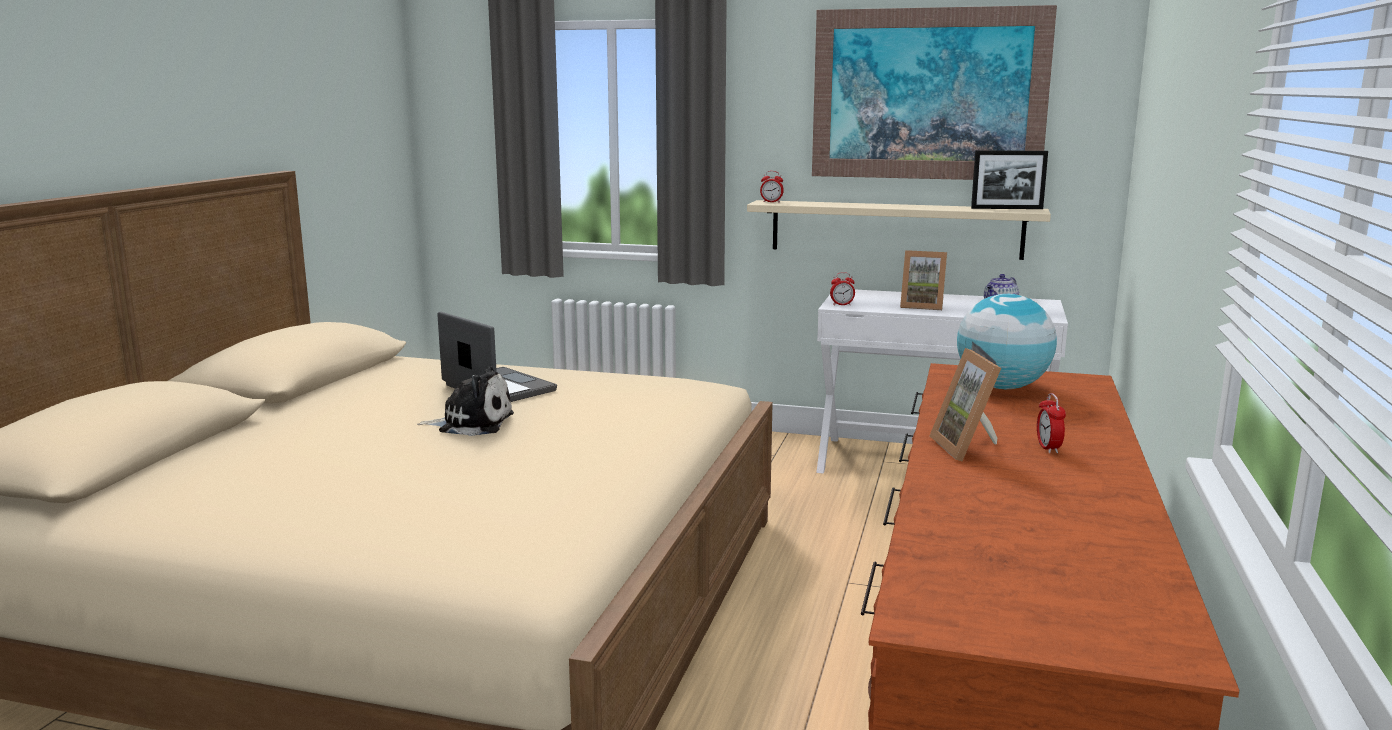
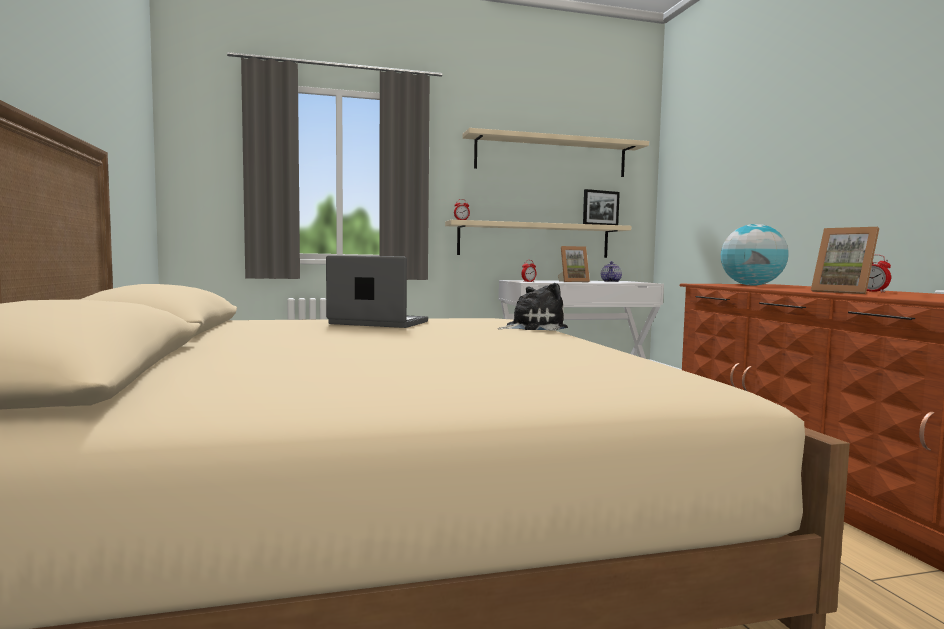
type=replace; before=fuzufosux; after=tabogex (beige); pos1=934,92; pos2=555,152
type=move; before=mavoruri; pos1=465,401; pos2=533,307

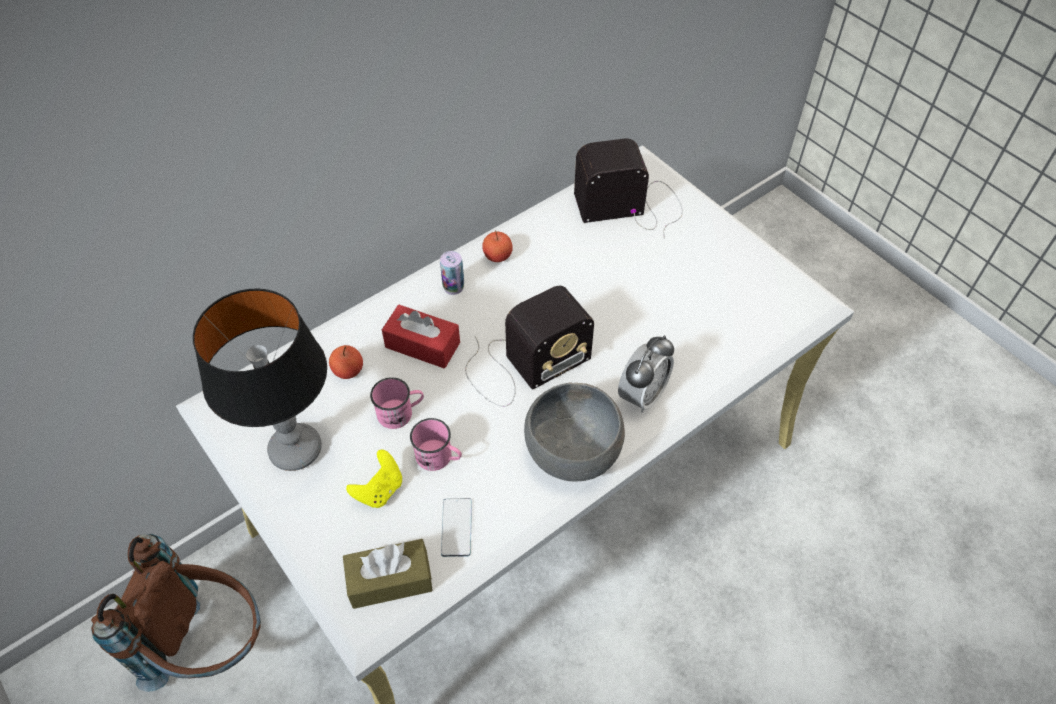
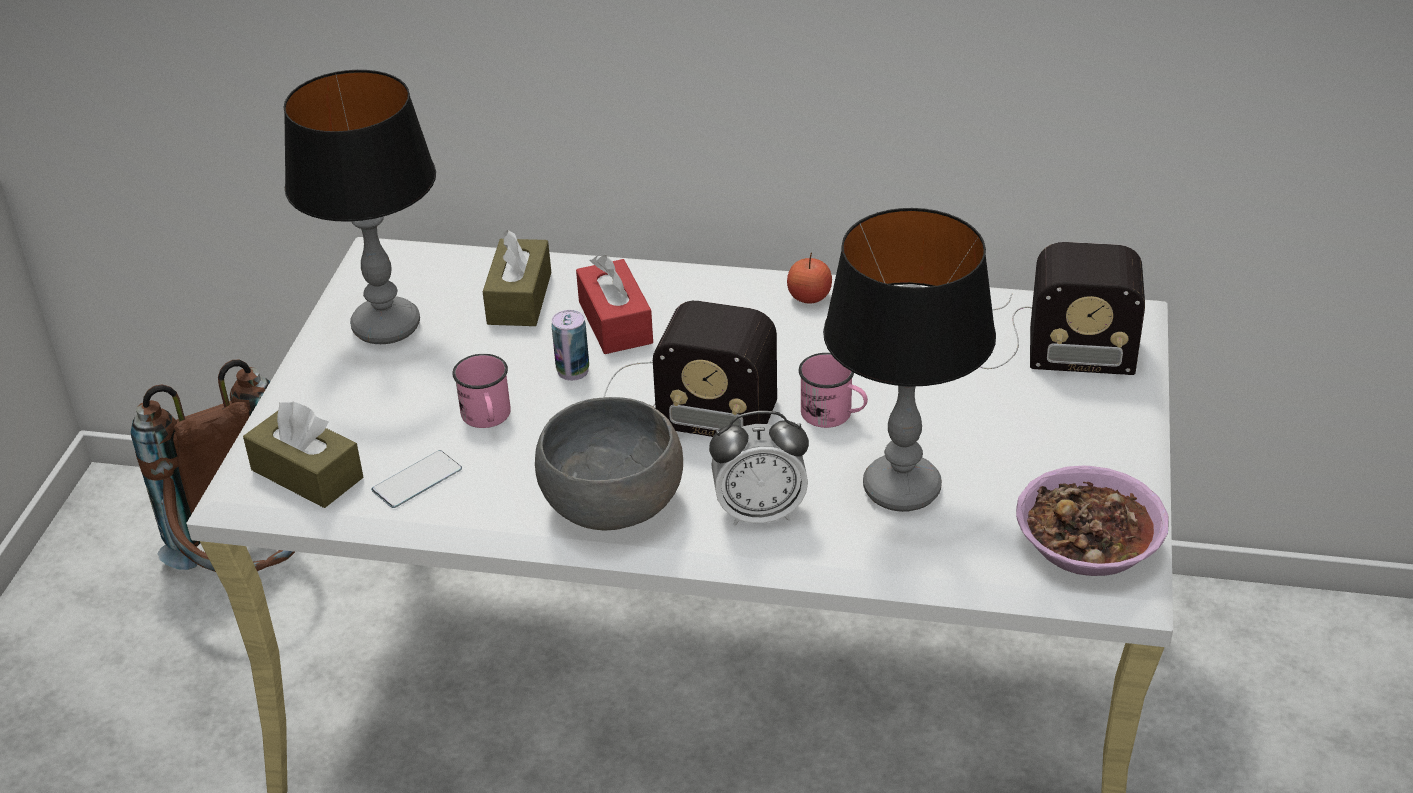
type=replace; before=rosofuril; after=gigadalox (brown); pos1=346,362; pos2=517,278
type=move; before=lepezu; pos1=452,273; pos2=570,345
type=move; before=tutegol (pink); pos1=397,403; pos2=833,390
type=insert; after=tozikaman; pos2=909,360
type=rotate; before=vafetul; pos1=628,188; pos2=1062,308; turn=150
type=insert; after=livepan; pos2=1092,521
type=delete; before=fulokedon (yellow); pos1=374,479

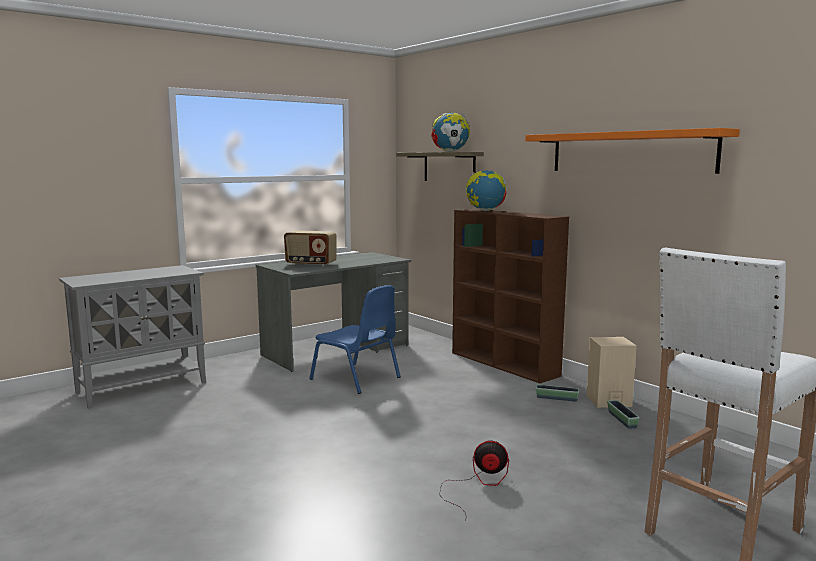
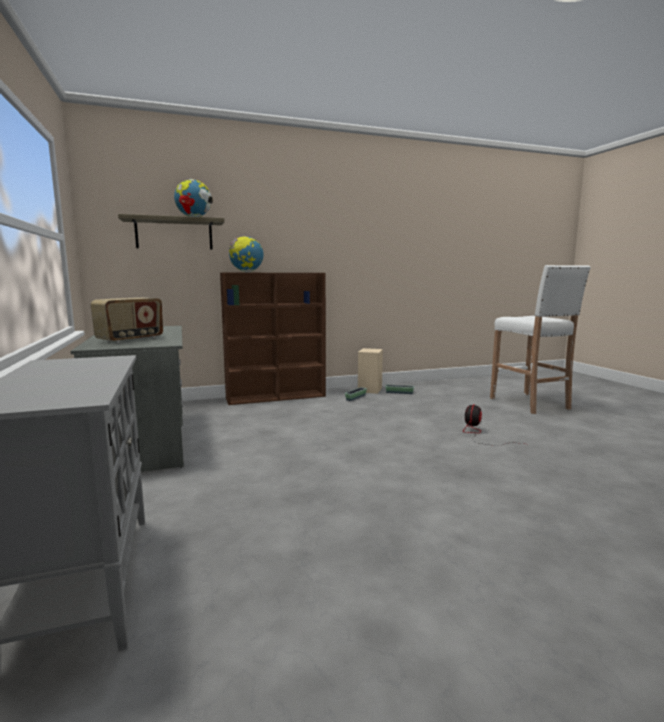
type=delete; before=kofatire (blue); pos1=355,339
type=delete; before=tabogex (orange); pos1=632,151

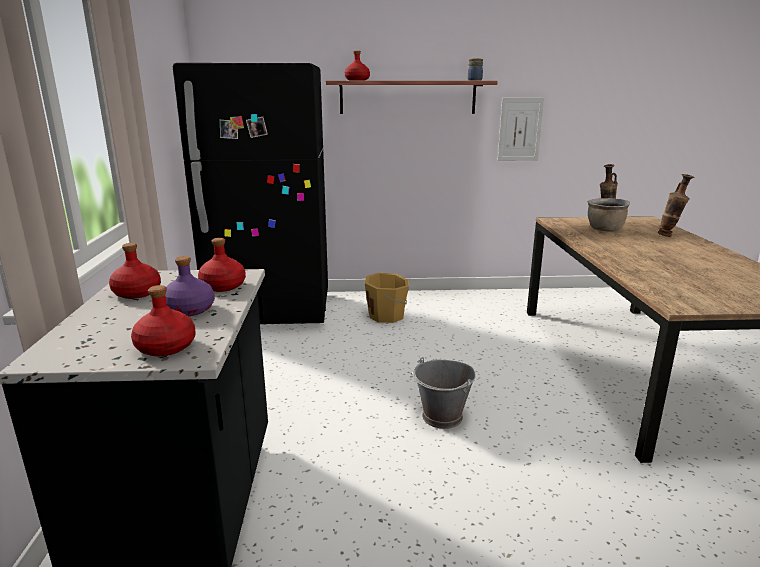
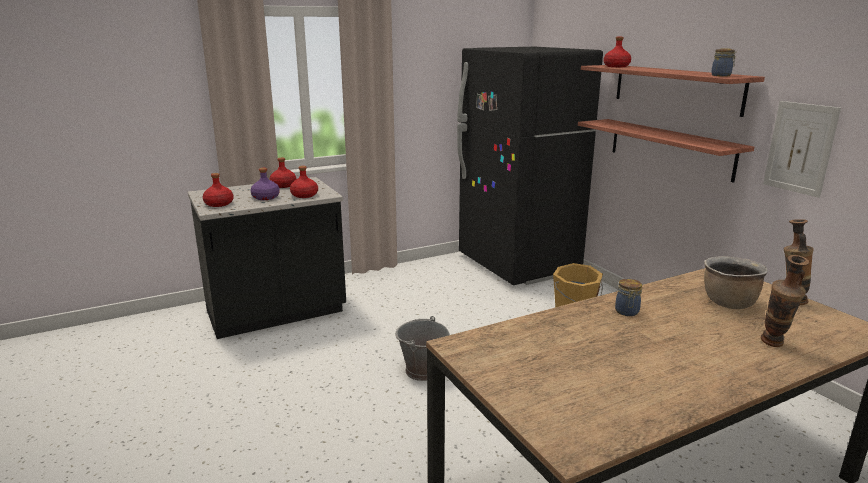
type=insert; after=tabogex; pos2=666,151
type=insert; after=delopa; pos2=628,297

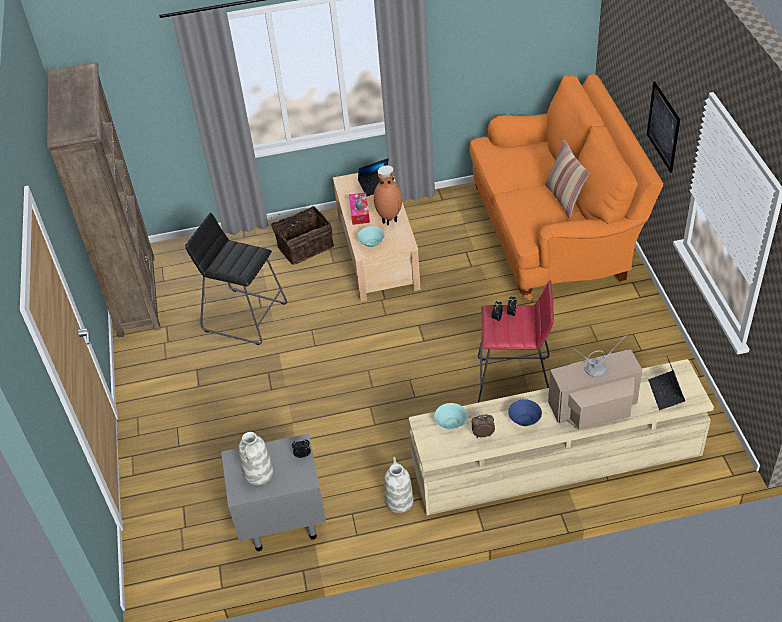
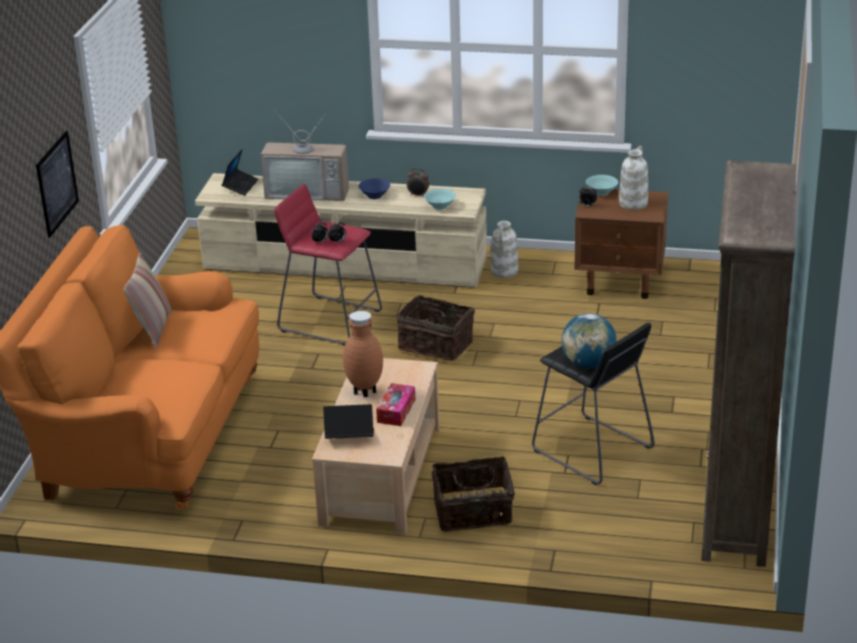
type=insert; after=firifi; pos2=435,326
type=insert; after=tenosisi; pos2=589,340
type=recolor; before=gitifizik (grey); after=gitifizik (brown); pos1=273,492; pos2=621,243
type=move; before=livepan (turquoise); pos1=371,236; pos2=602,185

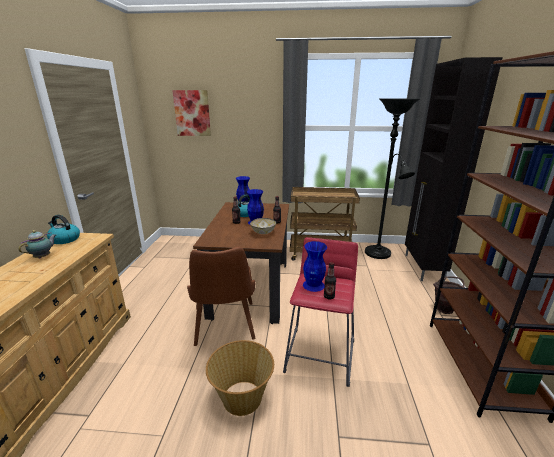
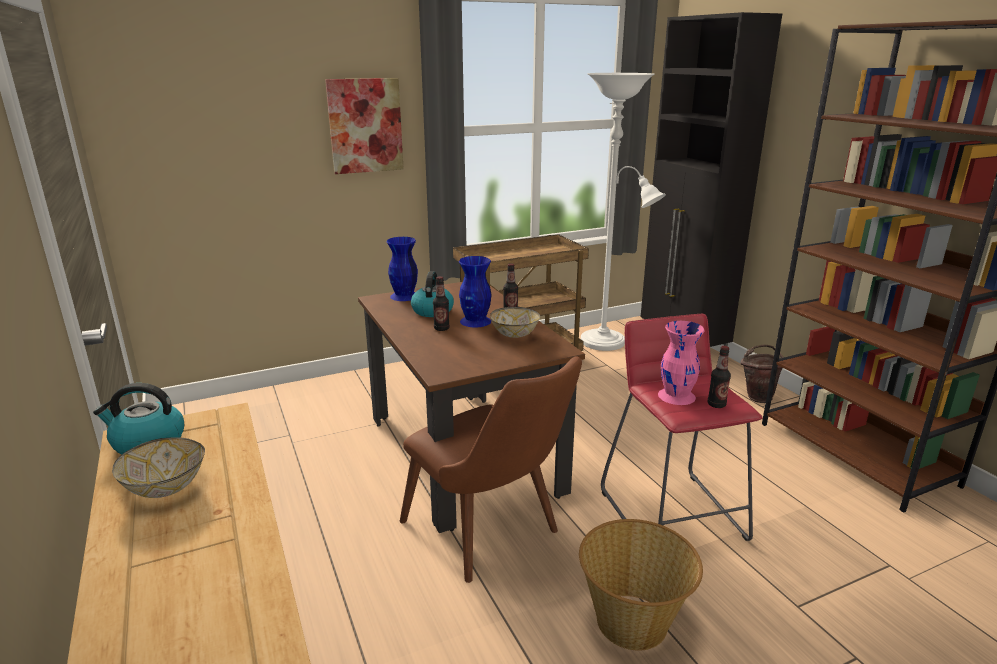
type=replace; before=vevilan; after=livepan; pos1=37,244; pos2=158,467
type=move; before=fuzufosux; pos1=191,113; pos2=364,126
type=recolor; before=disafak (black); after=disafak (white); pos1=392,178; pos2=623,212
type=recolor; before=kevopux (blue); after=kevopux (pink); pos1=315,266; pos2=681,363

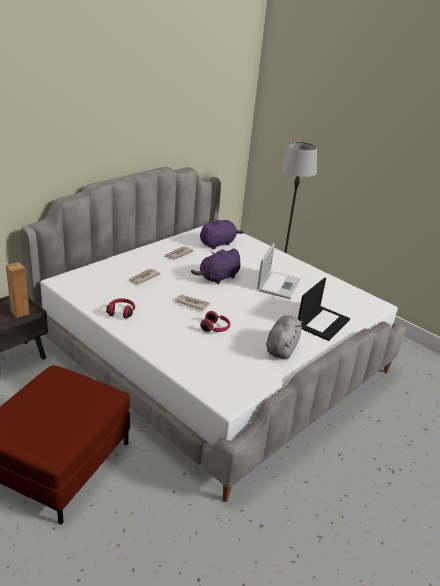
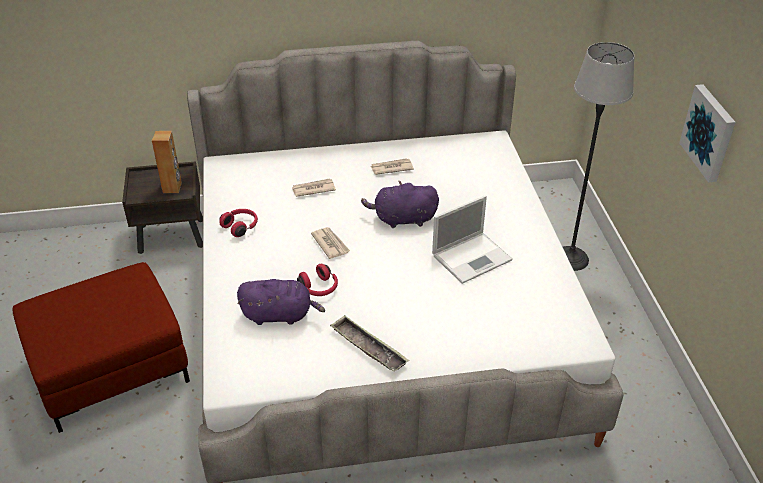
type=move; before=mavoruri (purple); pos1=222,234; pos2=281,302
type=replace; before=mavoruri (grey); after=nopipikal; pos1=284,337; pos2=369,343
type=insert; after=fuzufosux; pos2=707,133
type=delete; before=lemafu; pos1=324,309

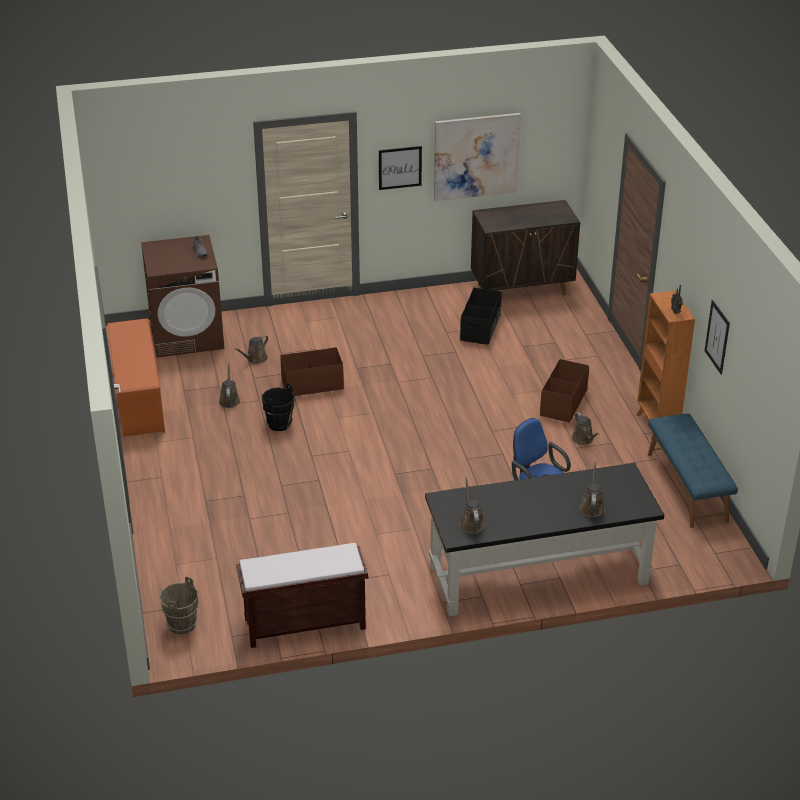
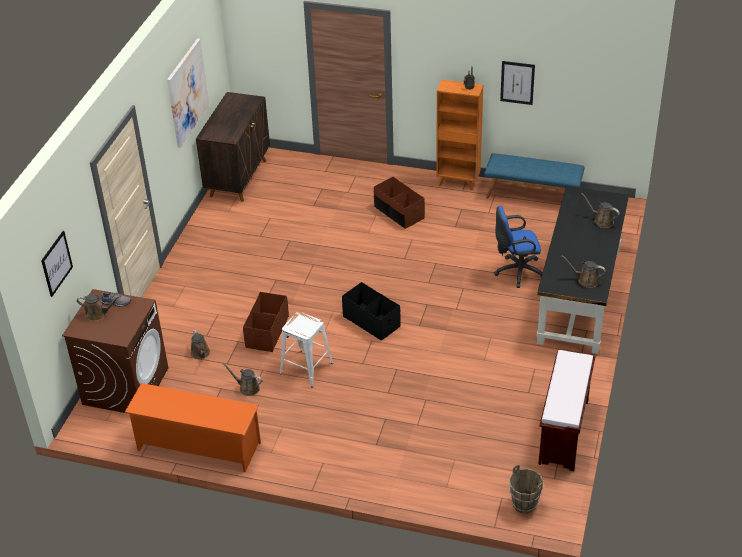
type=move; before=fuzufosux; pos1=400,168; pos2=57,264
type=move; before=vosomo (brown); pos1=585,428; pos2=99,307
type=replace; before=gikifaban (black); after=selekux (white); pos1=278,407; pos2=306,350
type=move; before=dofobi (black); pos1=481,316; pos2=371,311

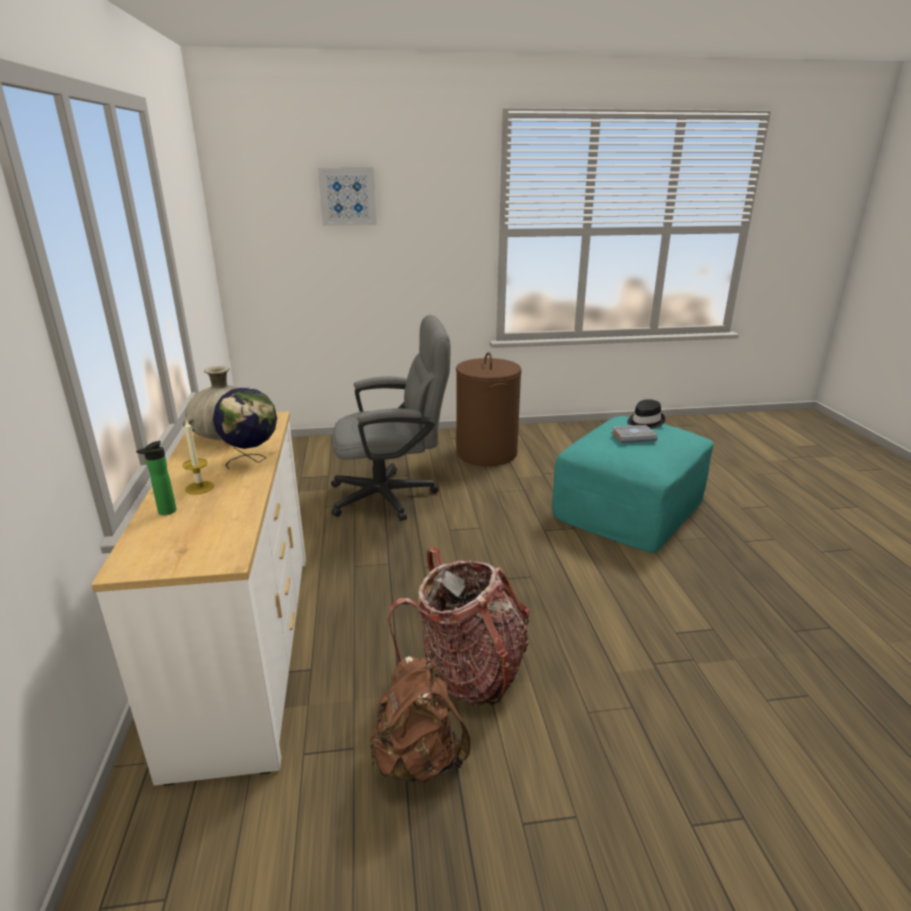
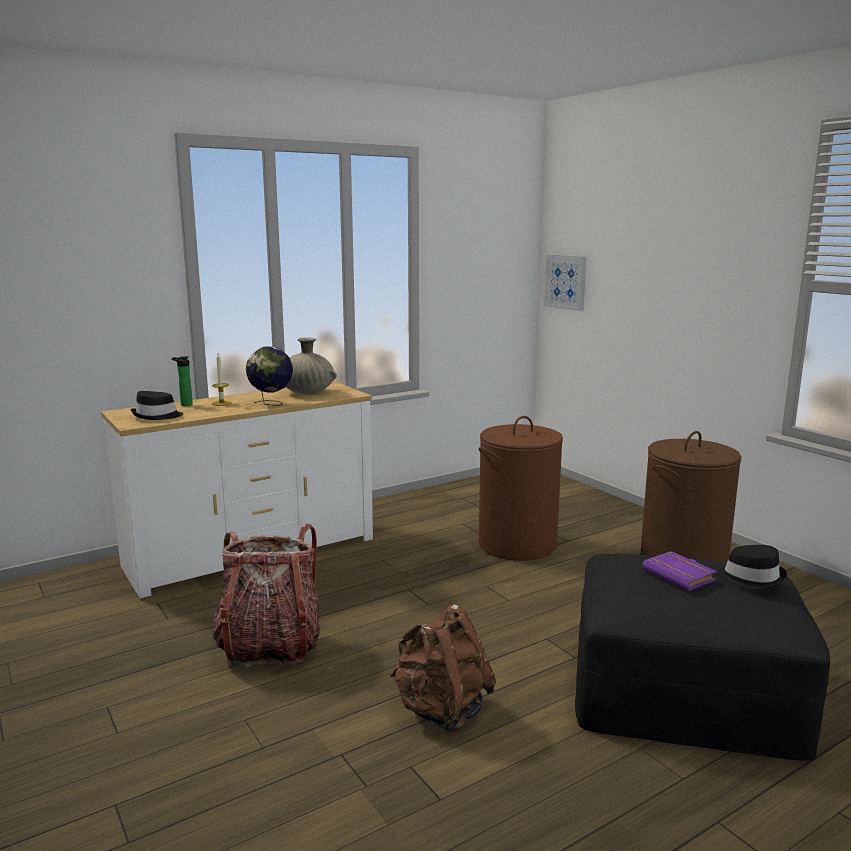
type=insert; after=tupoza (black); pos2=157,405
type=move; before=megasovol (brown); pos1=420,720; pos2=443,669
type=replace; before=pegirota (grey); after=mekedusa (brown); pos1=391,418; pos2=521,488
type=move; before=fuzufosux; pos1=347,196; pos2=566,282
type=recolor; before=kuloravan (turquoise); after=kuloravan (black); pos1=632,484; pos2=702,657
type=recolor; before=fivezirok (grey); after=fivezirok (purple); pos1=634,434; pos2=679,571

